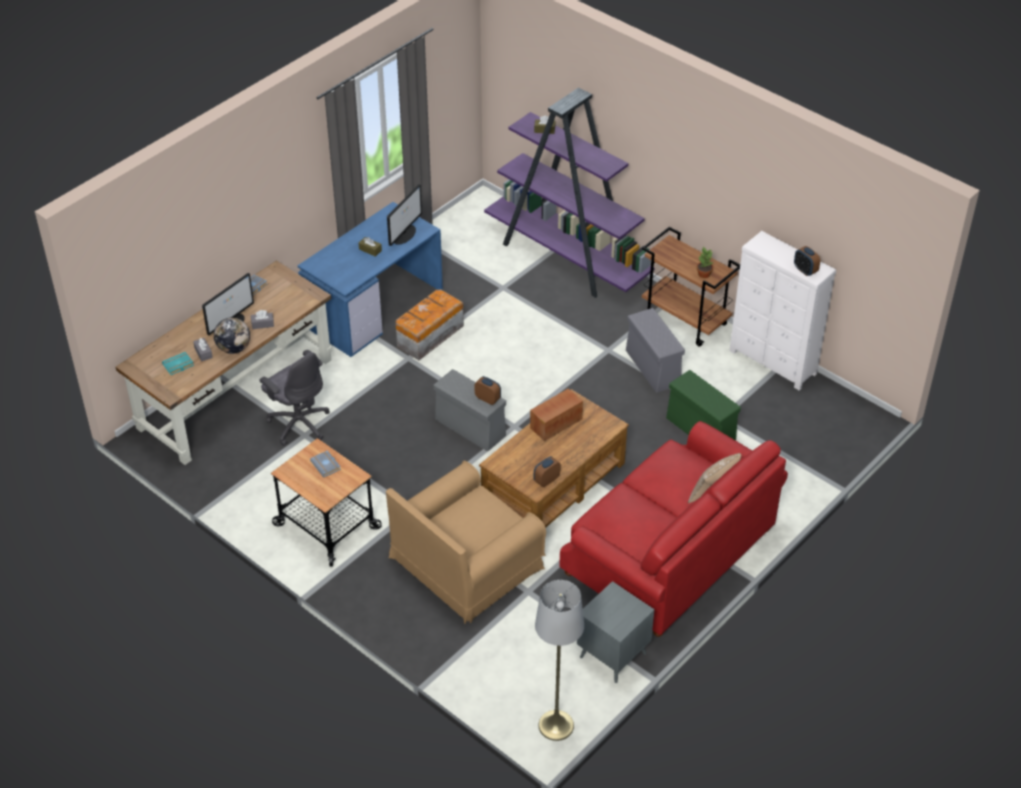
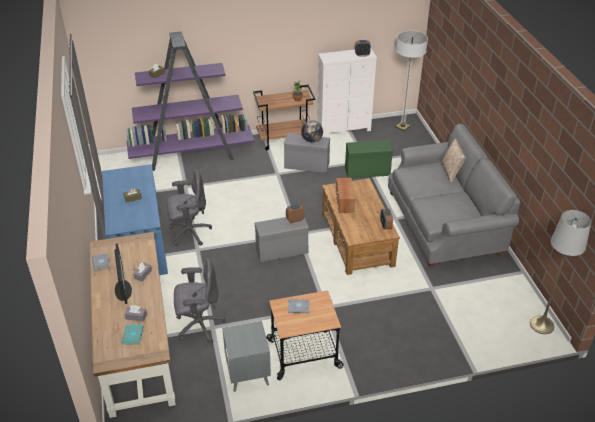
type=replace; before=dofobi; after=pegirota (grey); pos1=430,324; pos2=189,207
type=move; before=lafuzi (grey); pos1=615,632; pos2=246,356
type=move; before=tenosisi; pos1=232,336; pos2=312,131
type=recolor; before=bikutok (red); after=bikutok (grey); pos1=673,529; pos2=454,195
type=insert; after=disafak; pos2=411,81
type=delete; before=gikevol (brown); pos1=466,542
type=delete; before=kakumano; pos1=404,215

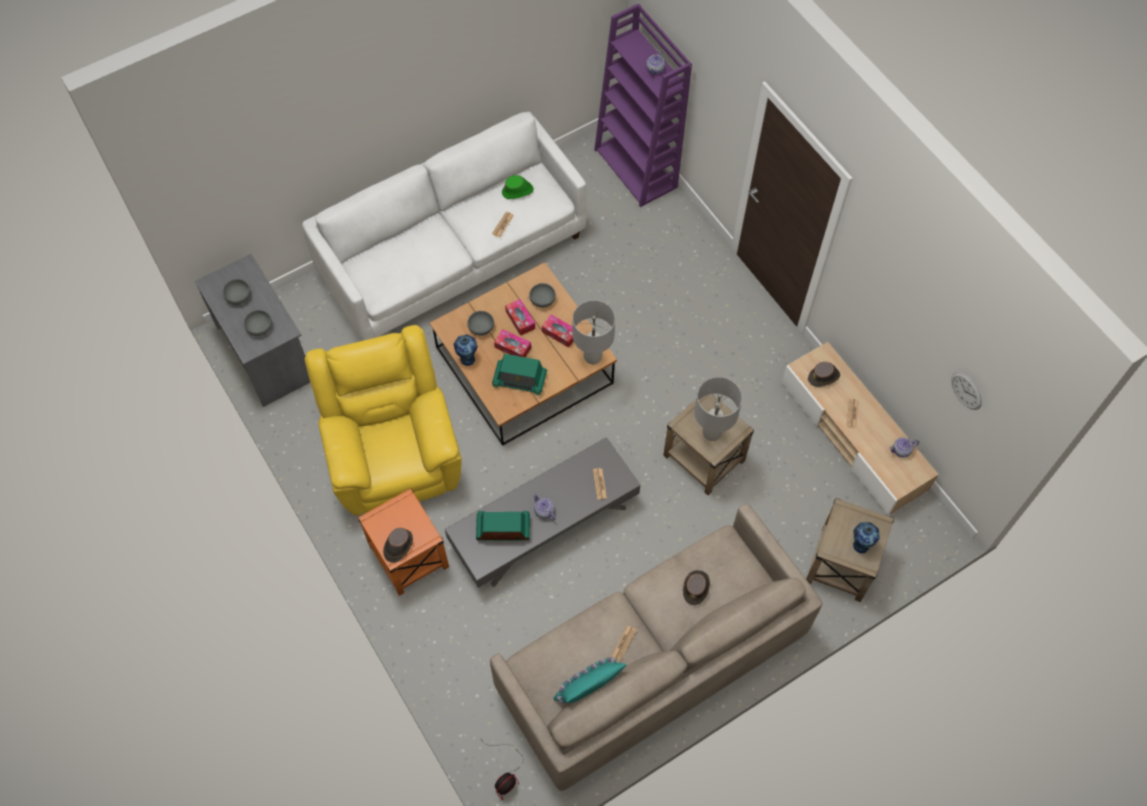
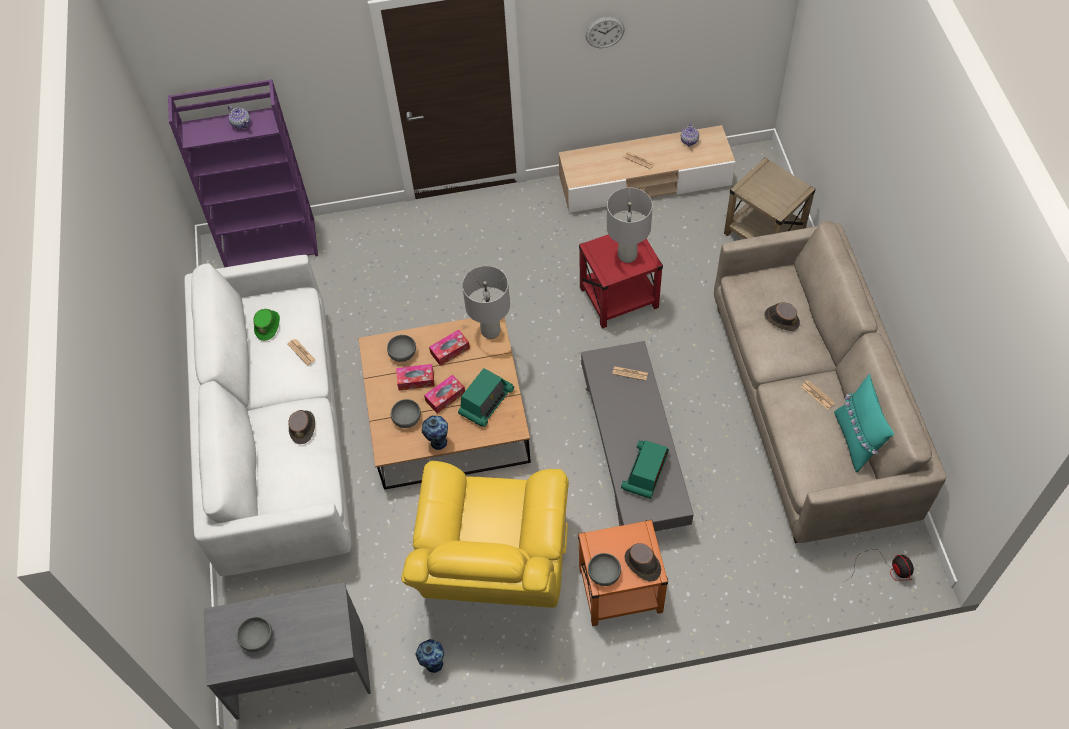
type=move; before=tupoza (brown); pos1=824,374; pos2=301,427
type=rotate; before=gikevol (yellow); pos1=383,420; pos2=485,534; turn=-90
type=move; before=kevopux; pos1=866,537; pos2=430,656
type=recolor; before=lafuzi (beige); after=lafuzi (red); pos1=708,444; pos2=621,281
type=move; before=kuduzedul; pos1=966,391; pos2=605,32
type=move; before=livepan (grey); pos1=258,323; pos2=604,569
type=delete; before=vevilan; pos1=544,507

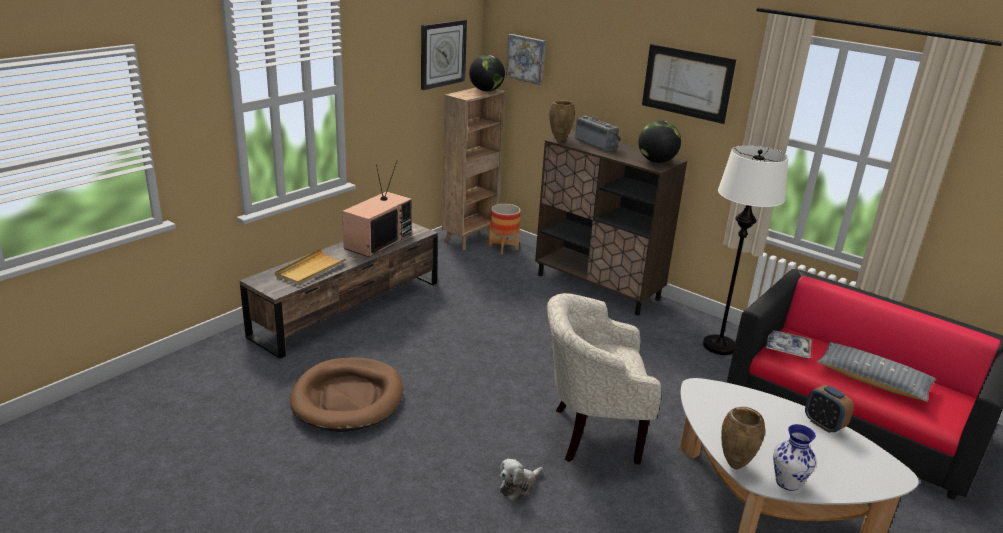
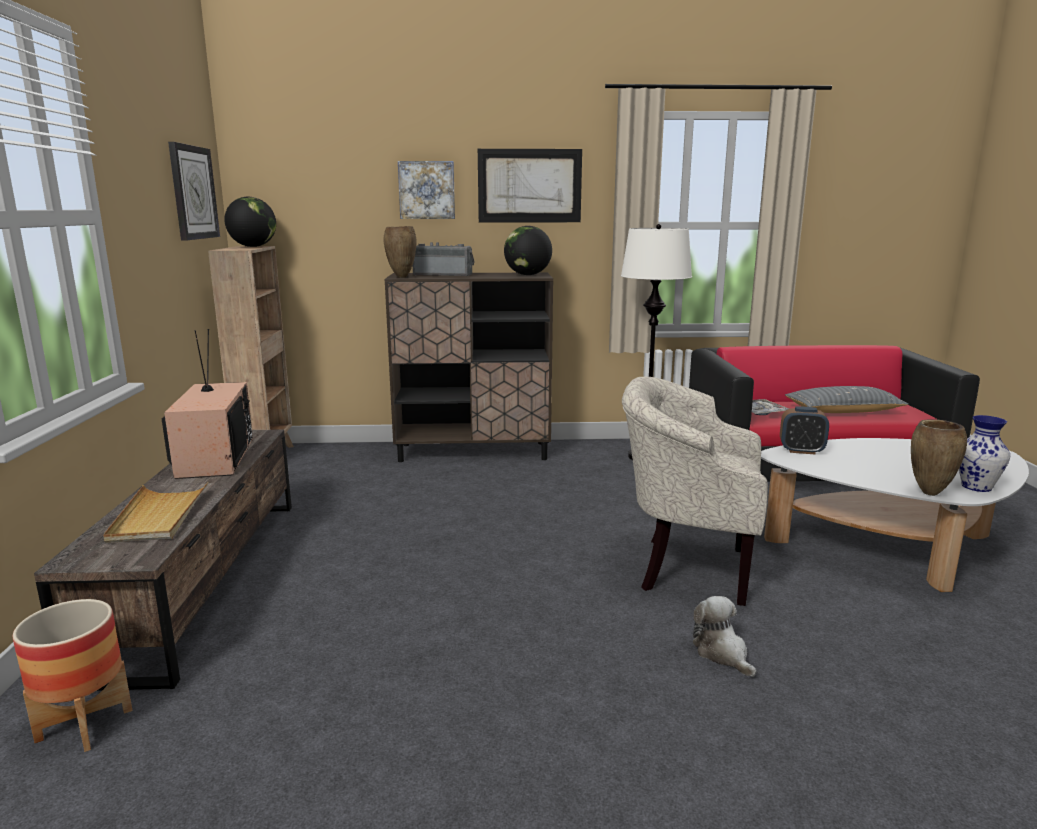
type=move; before=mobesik; pos1=505,229; pos2=72,675
type=move; before=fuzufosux; pos1=525,59; pos2=426,190
type=rotate; before=gikevol (beige); pos1=604,378; pos2=695,491; turn=60
type=rotate; before=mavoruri; pos1=521,480; pos2=724,636; turn=150
type=move; before=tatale; pos1=829,409; pos2=804,430
type=delete; before=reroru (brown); pos1=346,394

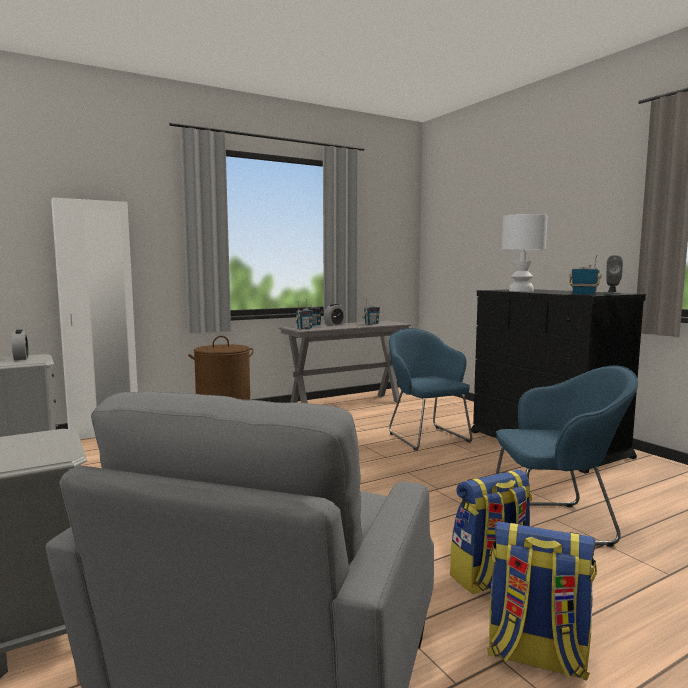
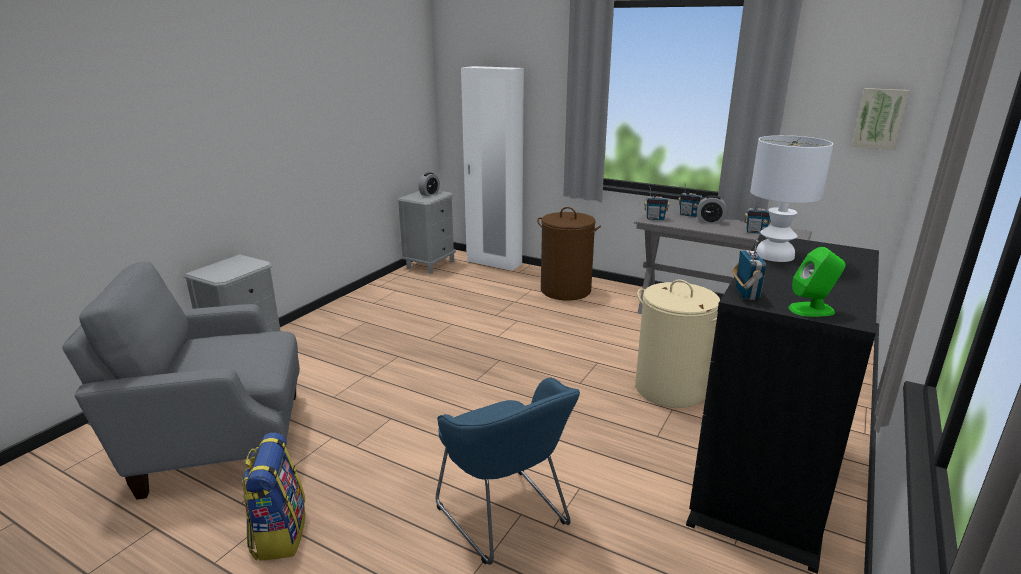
type=replace; before=gikevol (blue); after=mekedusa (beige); pos1=430,389; pos2=677,344
type=recolor; before=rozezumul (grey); after=rozezumul (green); pos1=613,274; pos2=817,282
type=insert; after=fuzufosux; pos2=881,119
type=delete; before=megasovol; pos1=491,532

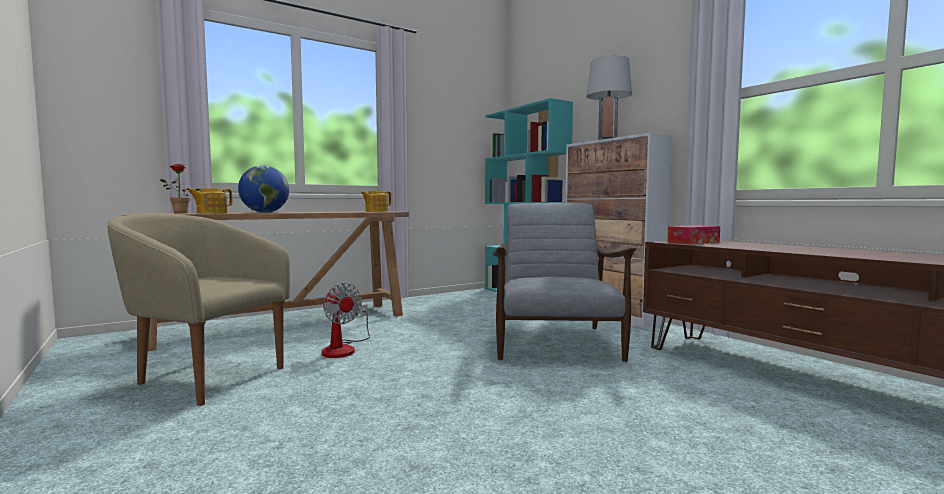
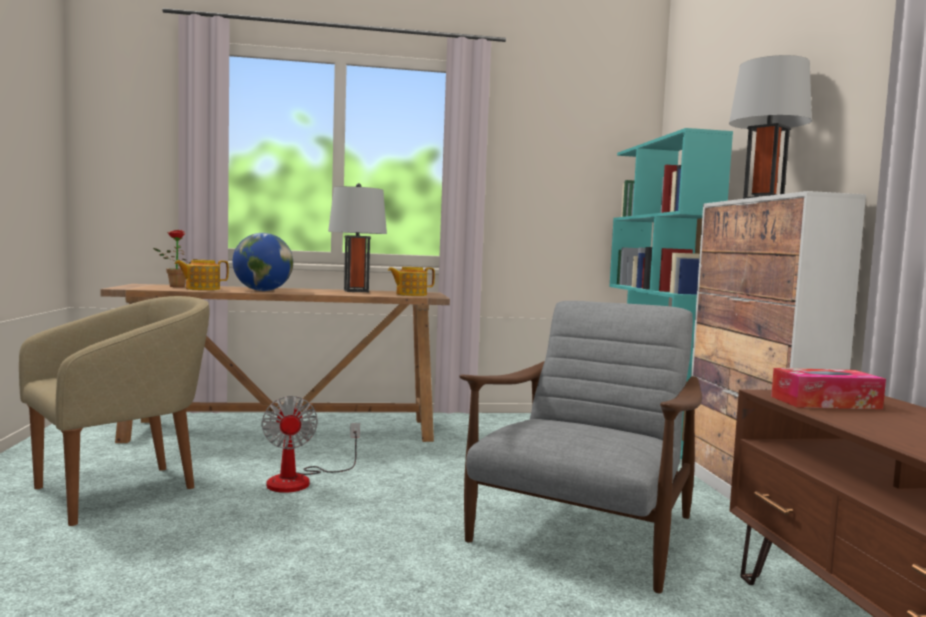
type=rotate; before=gikevol (beige); pos1=198,310; pos2=114,411; turn=90
type=insert; after=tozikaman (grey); pos2=357,237

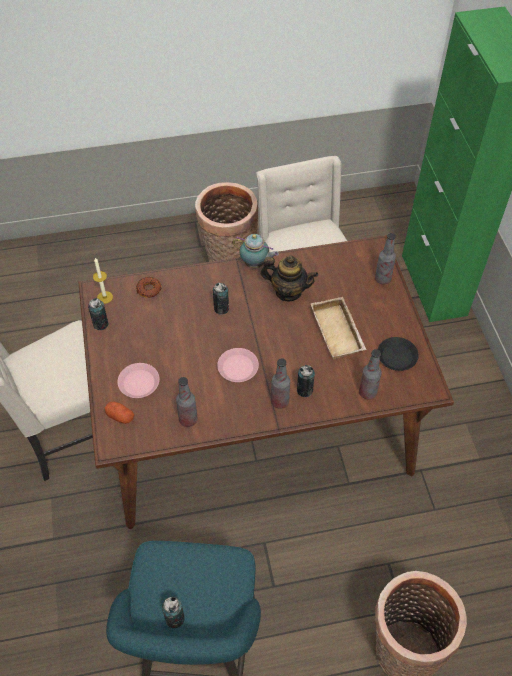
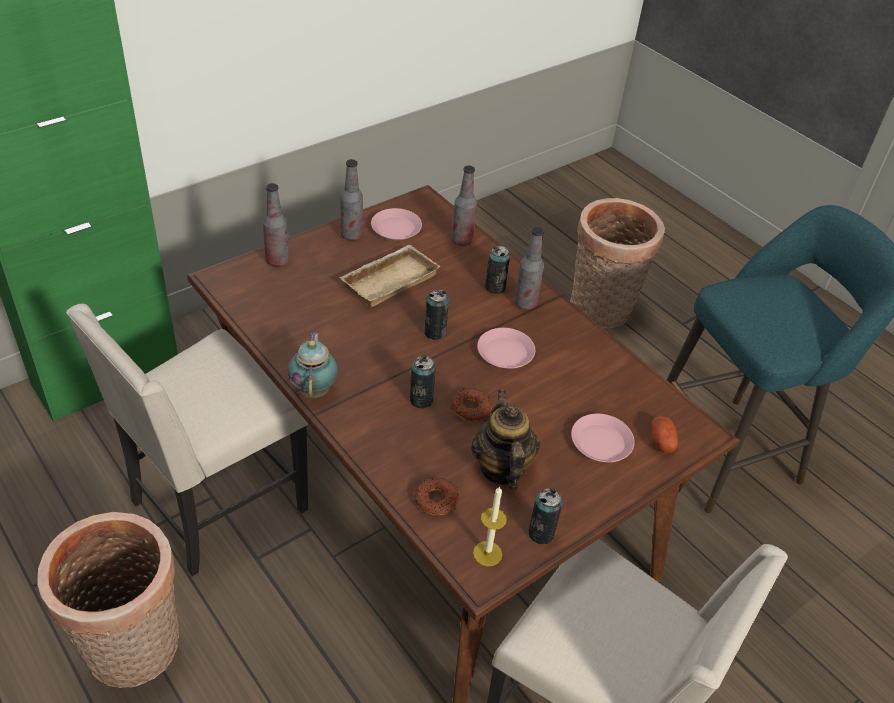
type=move; before=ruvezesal; pos1=187,402; pos2=351,199
type=recolor; before=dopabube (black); after=dopabube (pink); pos1=398,354; pos2=396,224
type=move; before=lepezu; pos1=173,612; pos2=436,315
type=insert; after=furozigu; pos2=471,404
type=move; before=vevilan; pos1=289,278; pos2=505,440

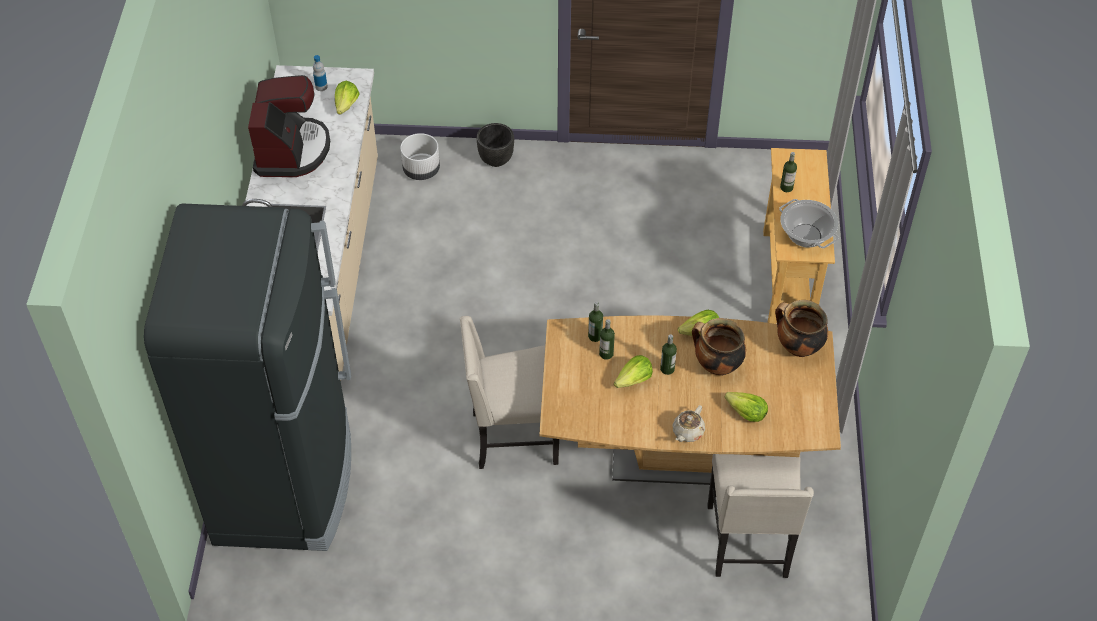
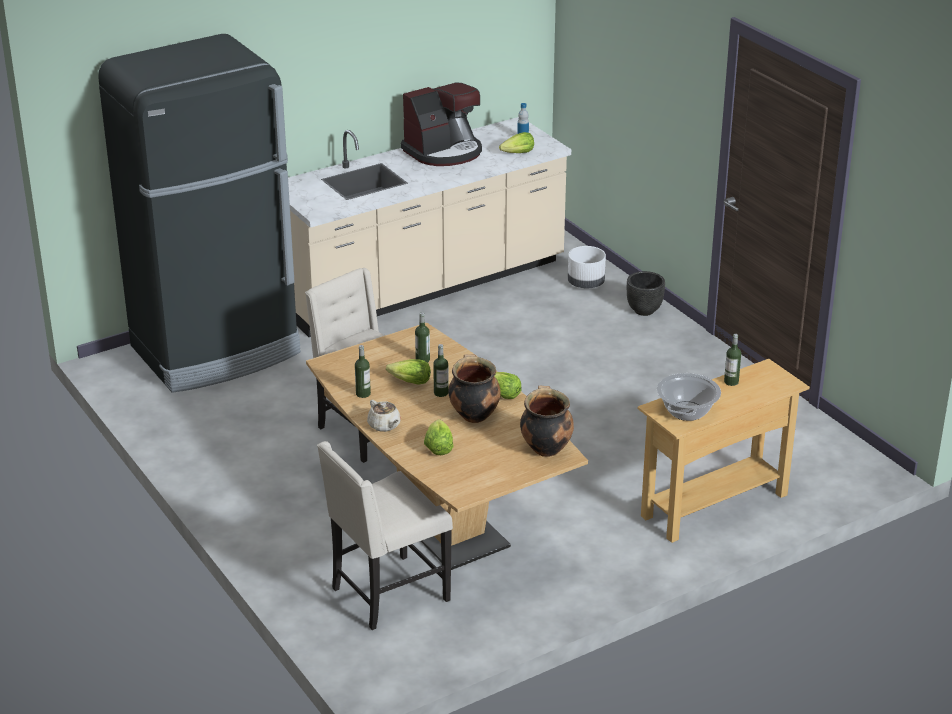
type=move; before=ruvezesal; pos1=595,322; pos2=363,371
type=rotate; before=vevilan (beige); pos1=688,423; pos2=384,416; turn=-120

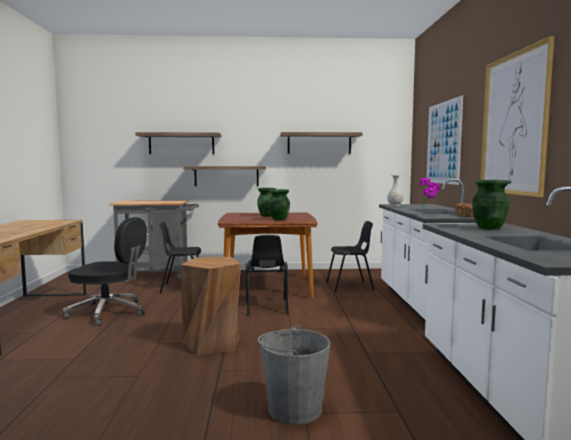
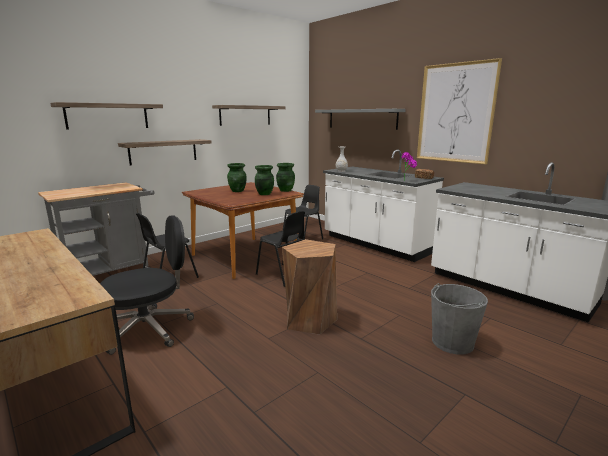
type=move; before=kevopux (green); pos1=490,205; pos2=285,177
type=replace; before=fuzufosux; after=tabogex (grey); pos1=445,140; pos2=360,119

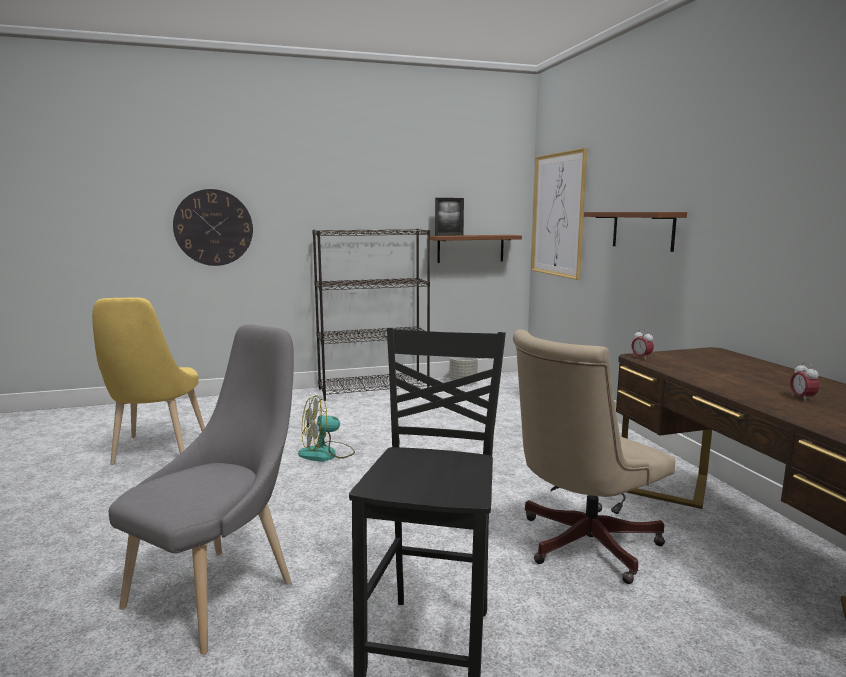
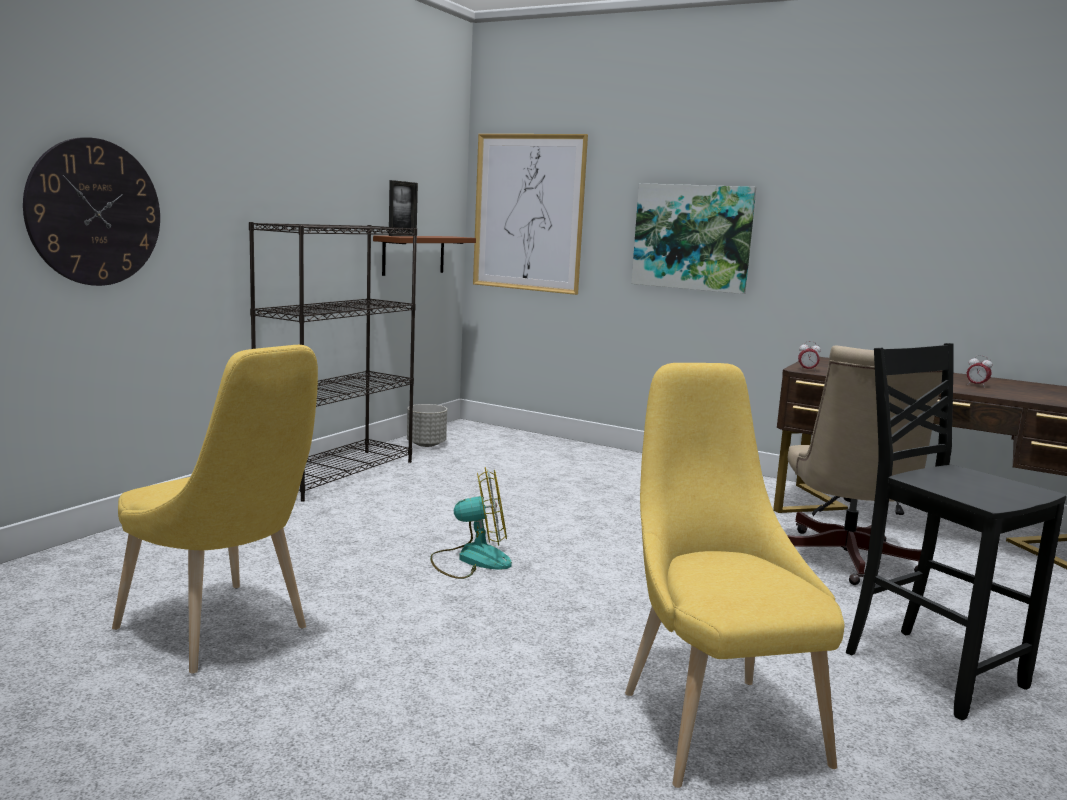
type=rotate; before=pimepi; pos1=326,428; pos2=471,523; turn=-120
type=recolor; before=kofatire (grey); after=kofatire (yellow); pos1=201,489; pos2=734,575
type=replace; before=tabogex (brown); after=fuzufosux; pos1=635,232; pos2=693,238

